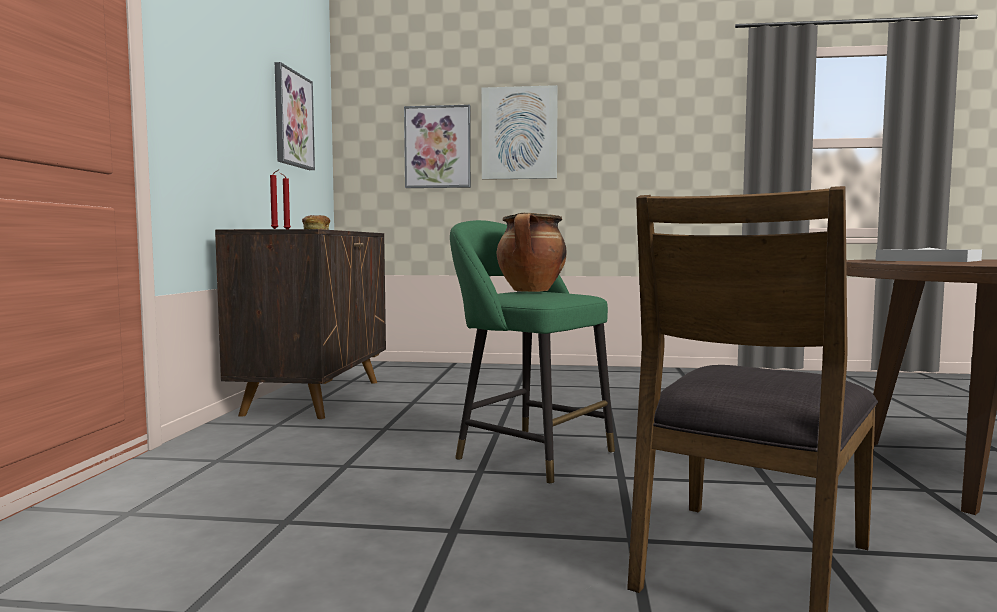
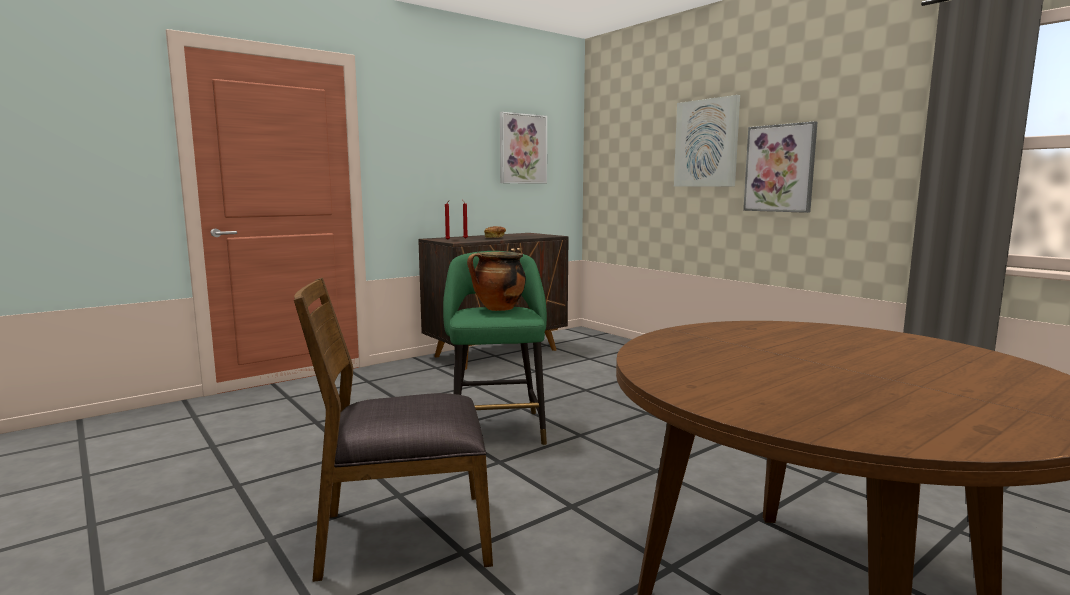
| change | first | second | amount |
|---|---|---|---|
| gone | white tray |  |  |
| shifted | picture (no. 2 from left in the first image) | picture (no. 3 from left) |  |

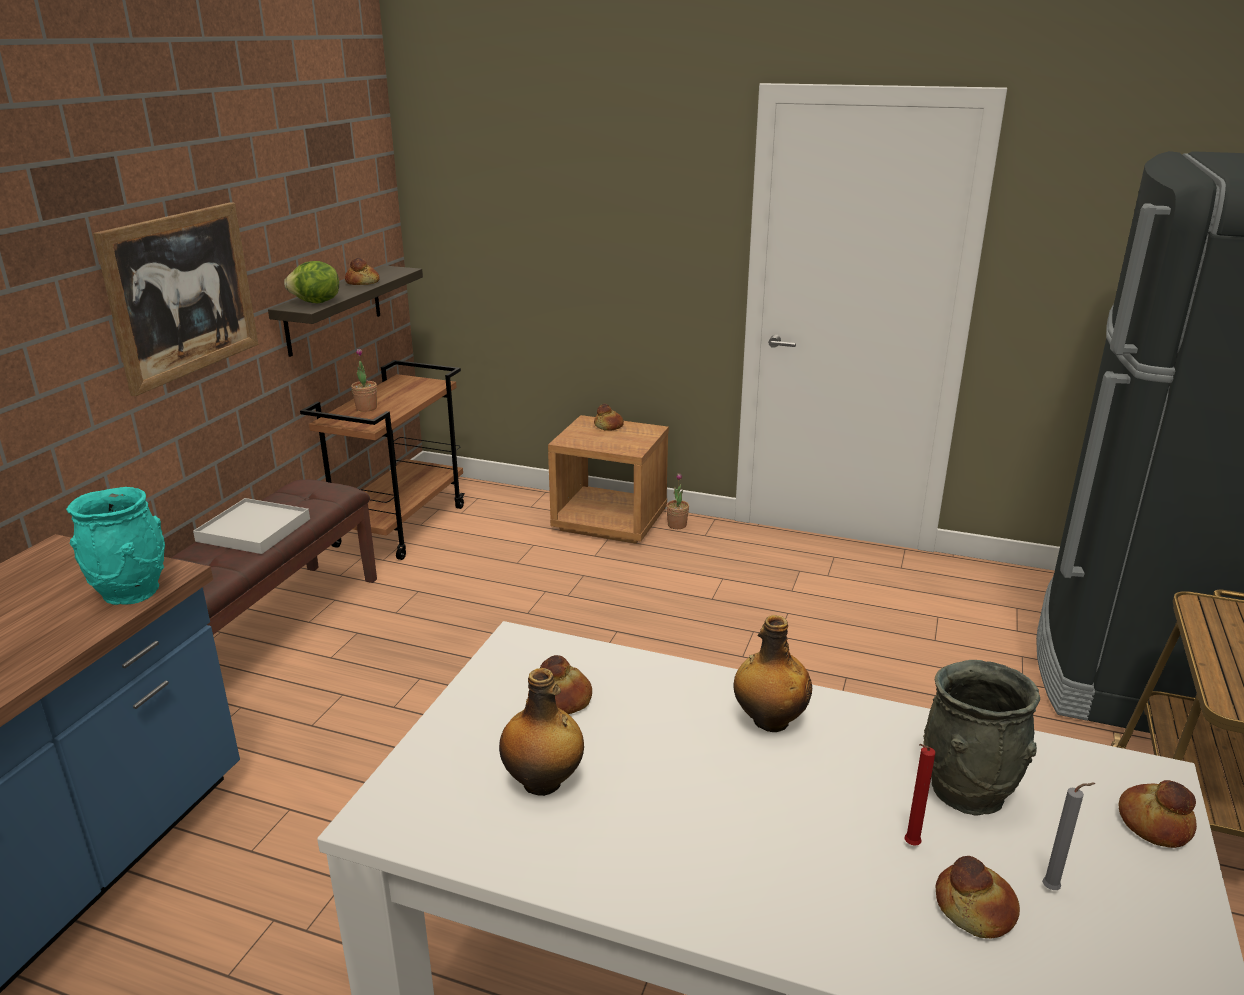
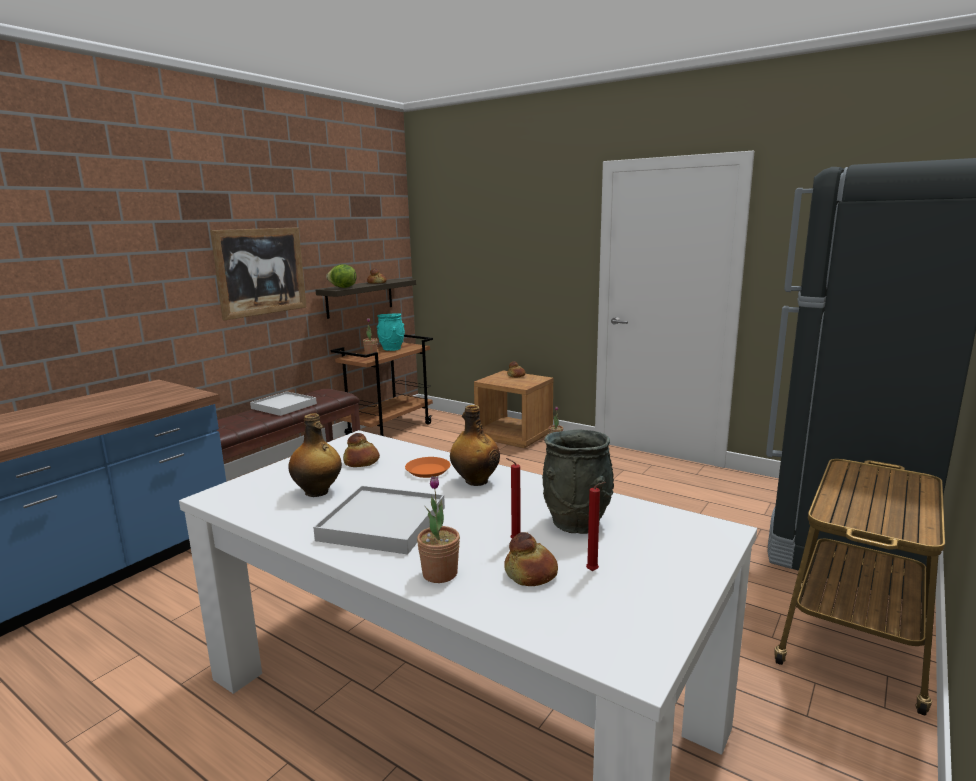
| change | first | second | amount |
|---|---|---|---|
| gone | bread (no. 5 from left) |  |  |
| new |  | white tray (no. 2 from left) |  |
| new |  | orange plate |  |
| new |  | potted plant (no. 2 from left) |  |
| shifted | turquoise vase |  |  |
| repainted | grey candle | red candle (no. 2 from left) |  |

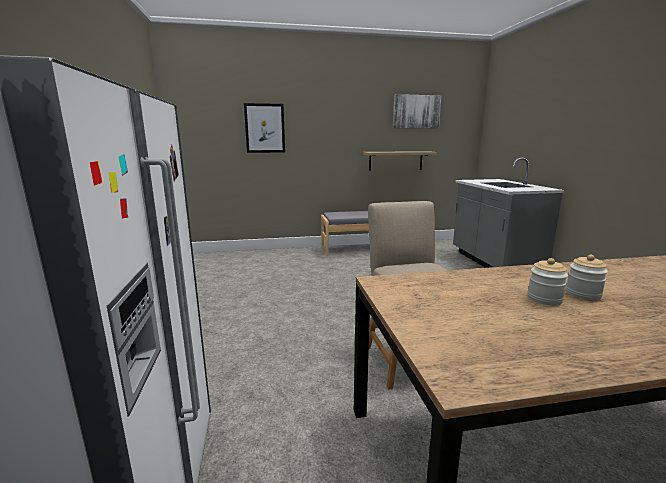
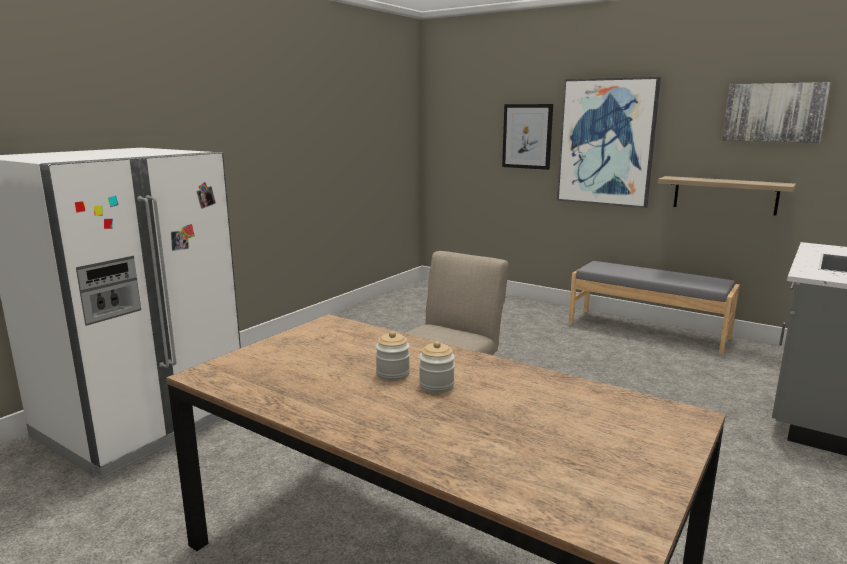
| change | first | second | amount |
|---|---|---|---|
| new |  | picture (no. 2 from left) |  |

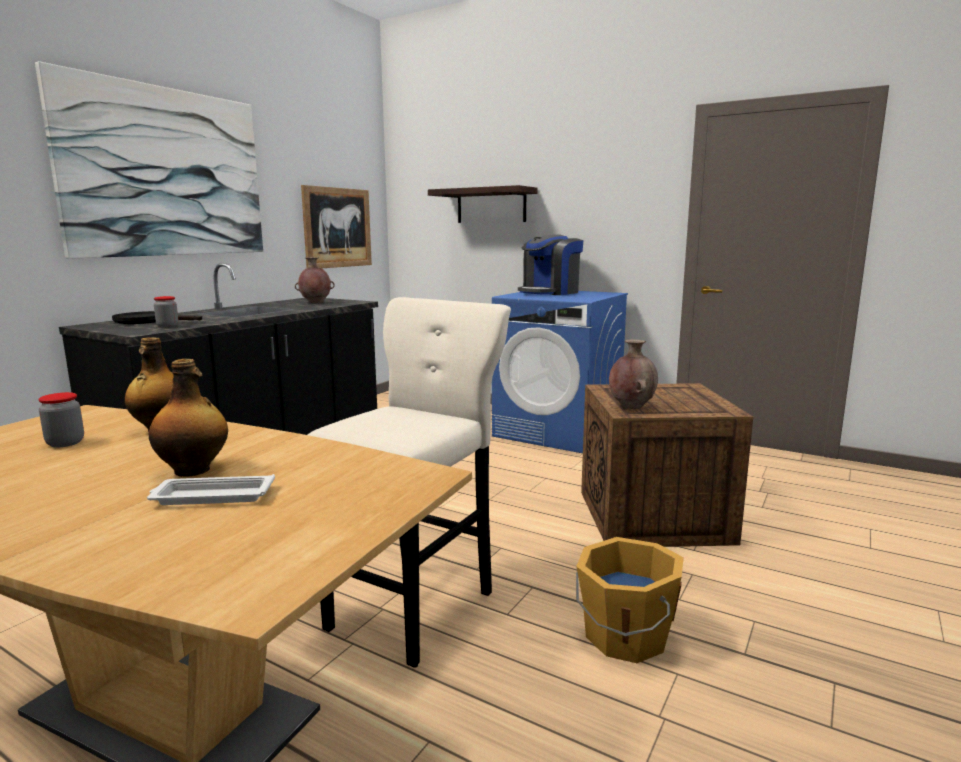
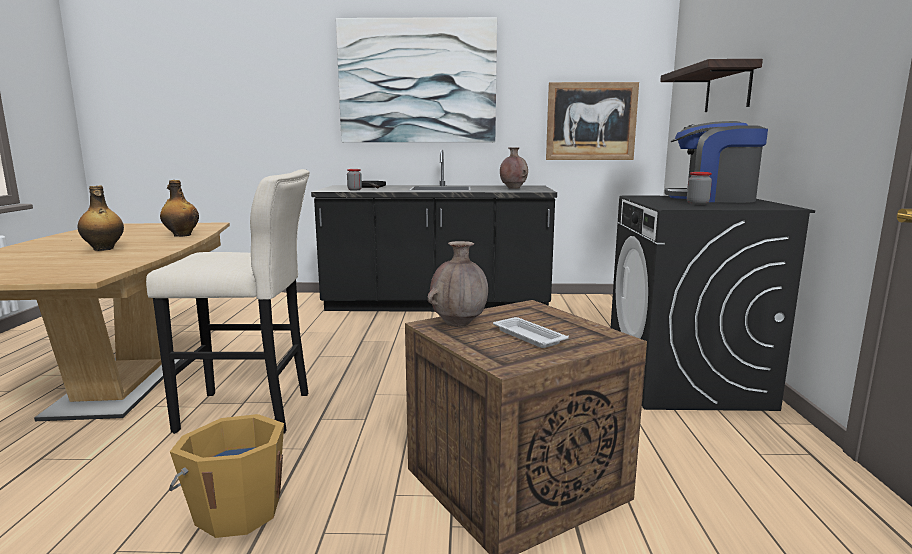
| change | first | second | amount |
|---|---|---|---|
| shifted | jar (no. 1 from left in the first image) | jar (no. 2 from left) |  |
| shifted | white tray |  |  |
| repainted | blue washing machine | black washing machine |  |

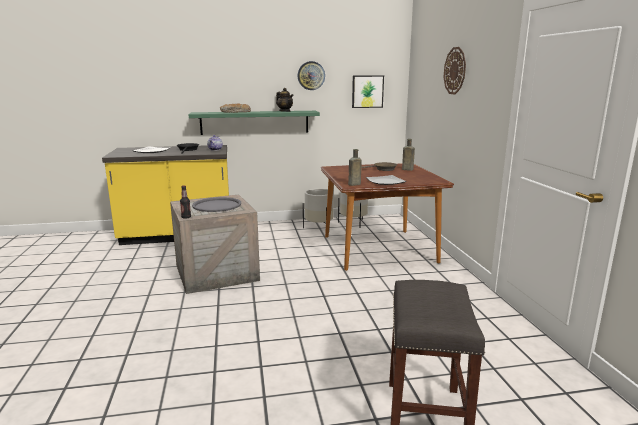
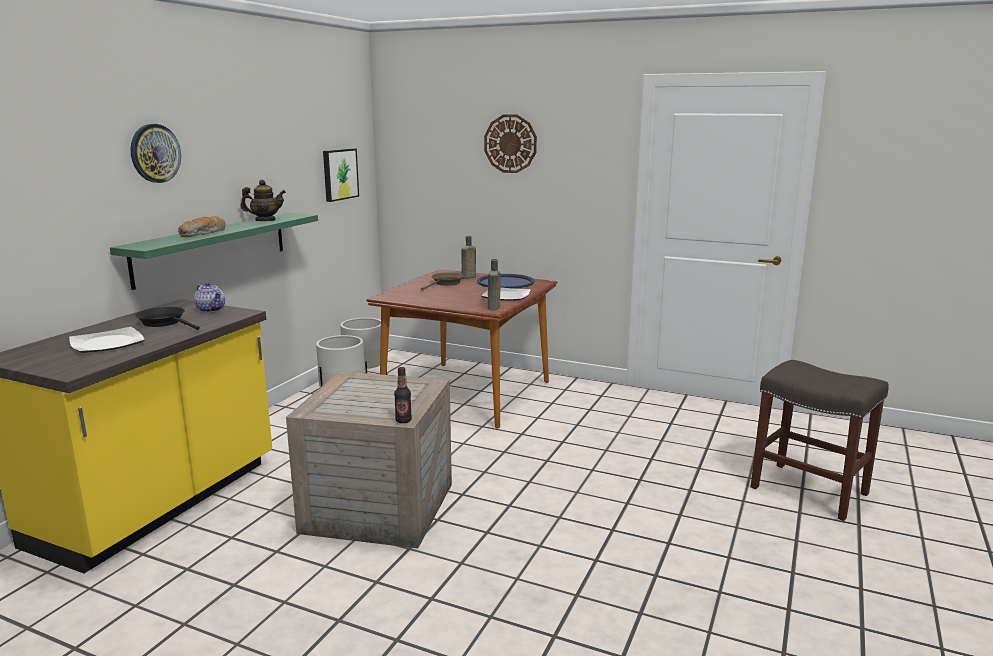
| change | first | second | amount |
|---|---|---|---|
| gone | grey tray |  |  |
| new |  | blue tray |  |
| shifted | wall clock (no. 1 from left) |  |  |

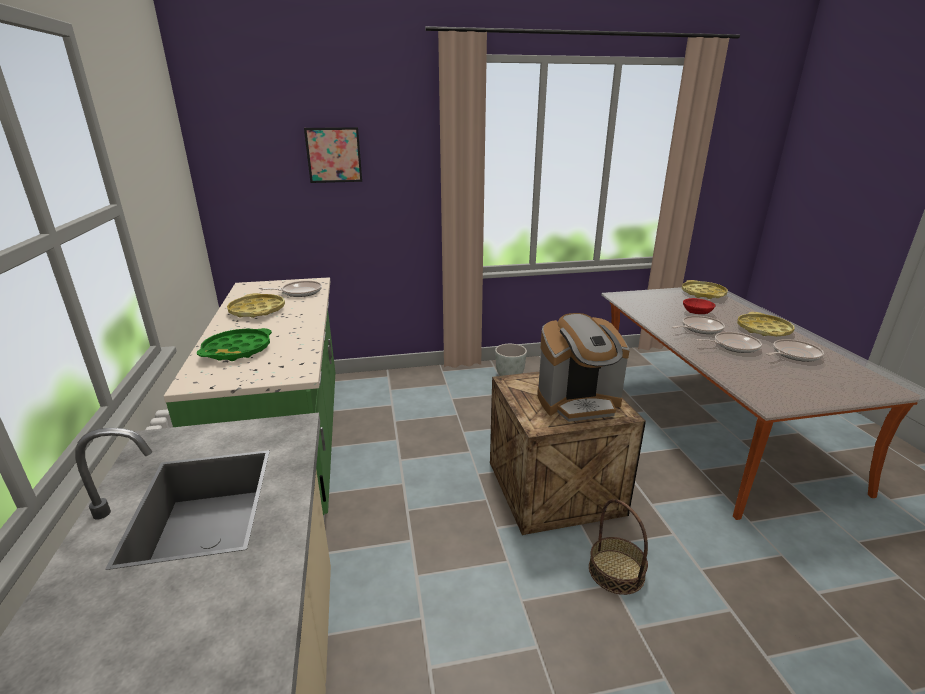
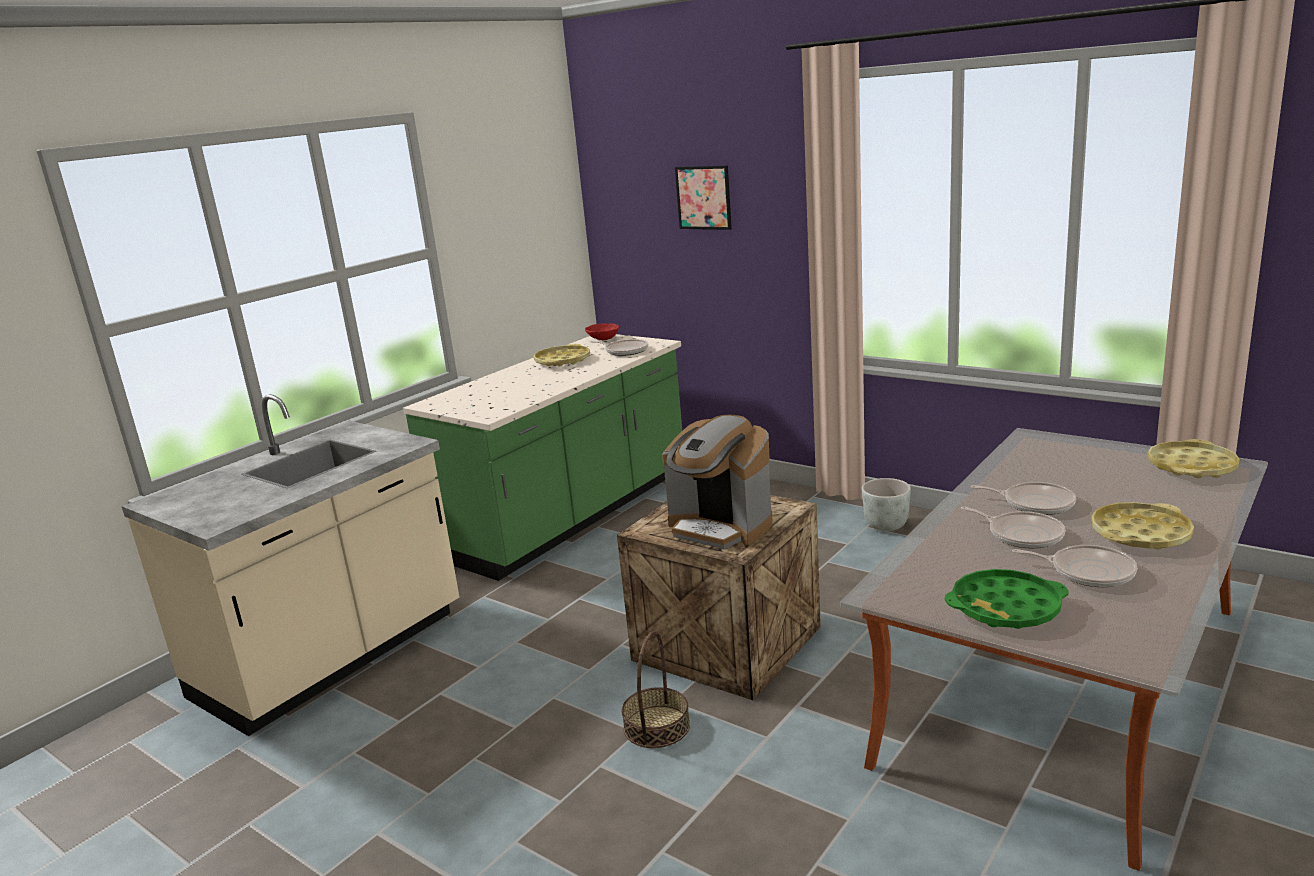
| change | first | second | amount |
|---|---|---|---|
| shifted | green tray |  |  |
| shifted | red bowl |  |  |

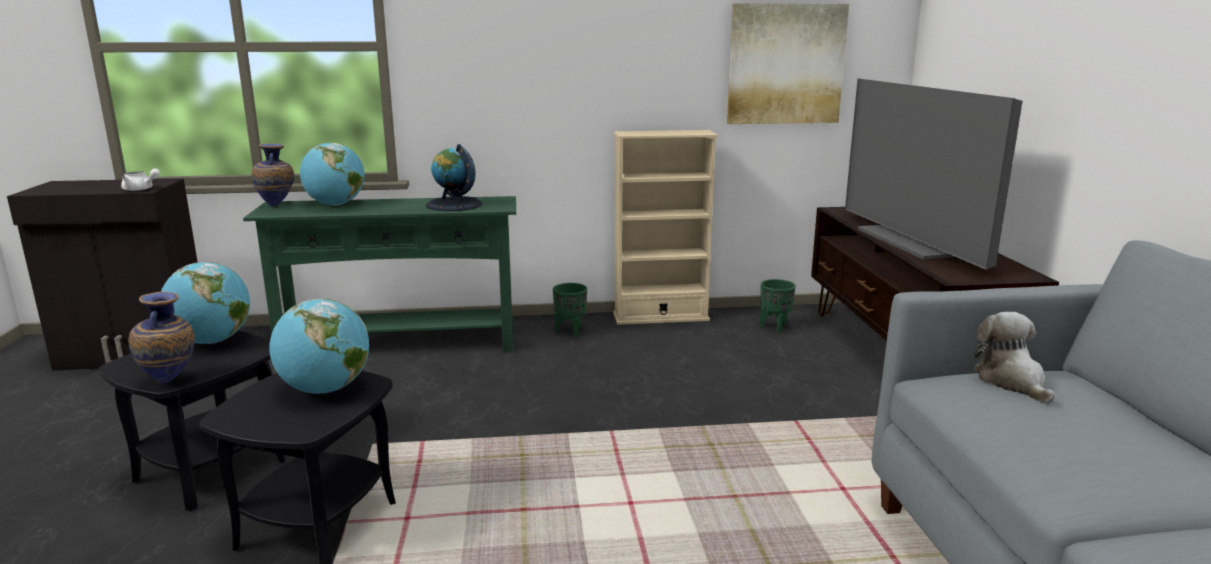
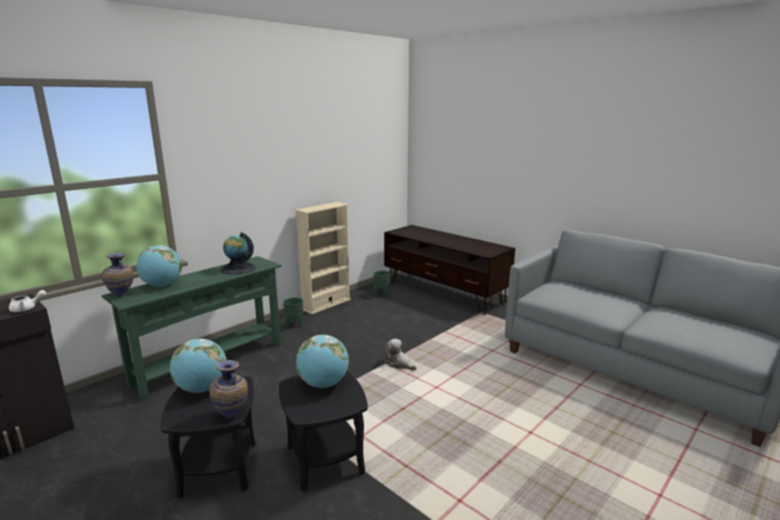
| change | first | second | amount |
|---|---|---|---|
| gone | picture |  |  |
| gone | television |  |  |
| shifted | plush toy |  |  |

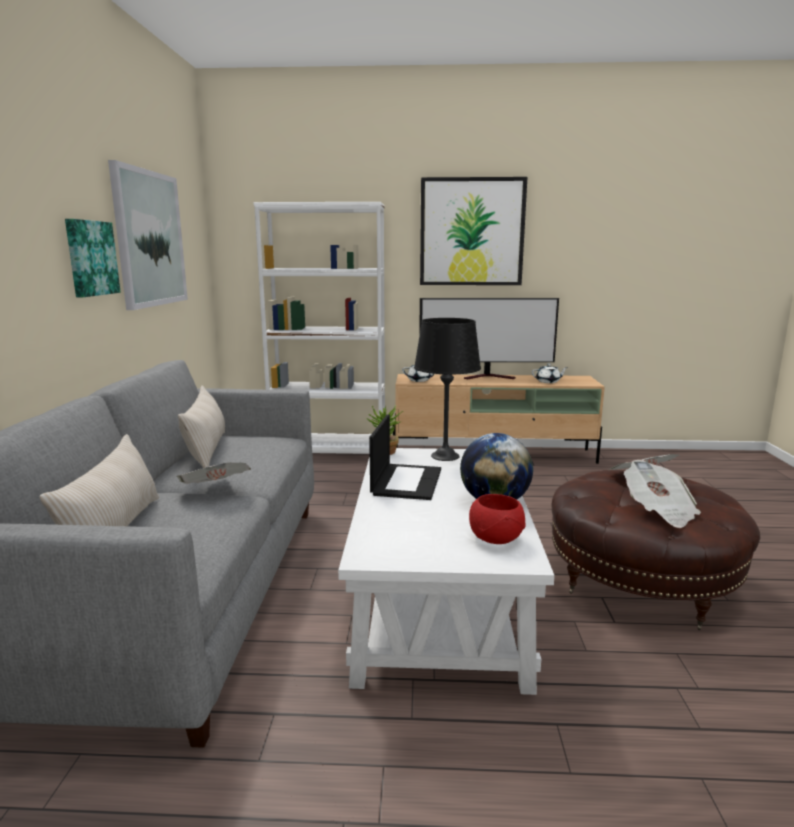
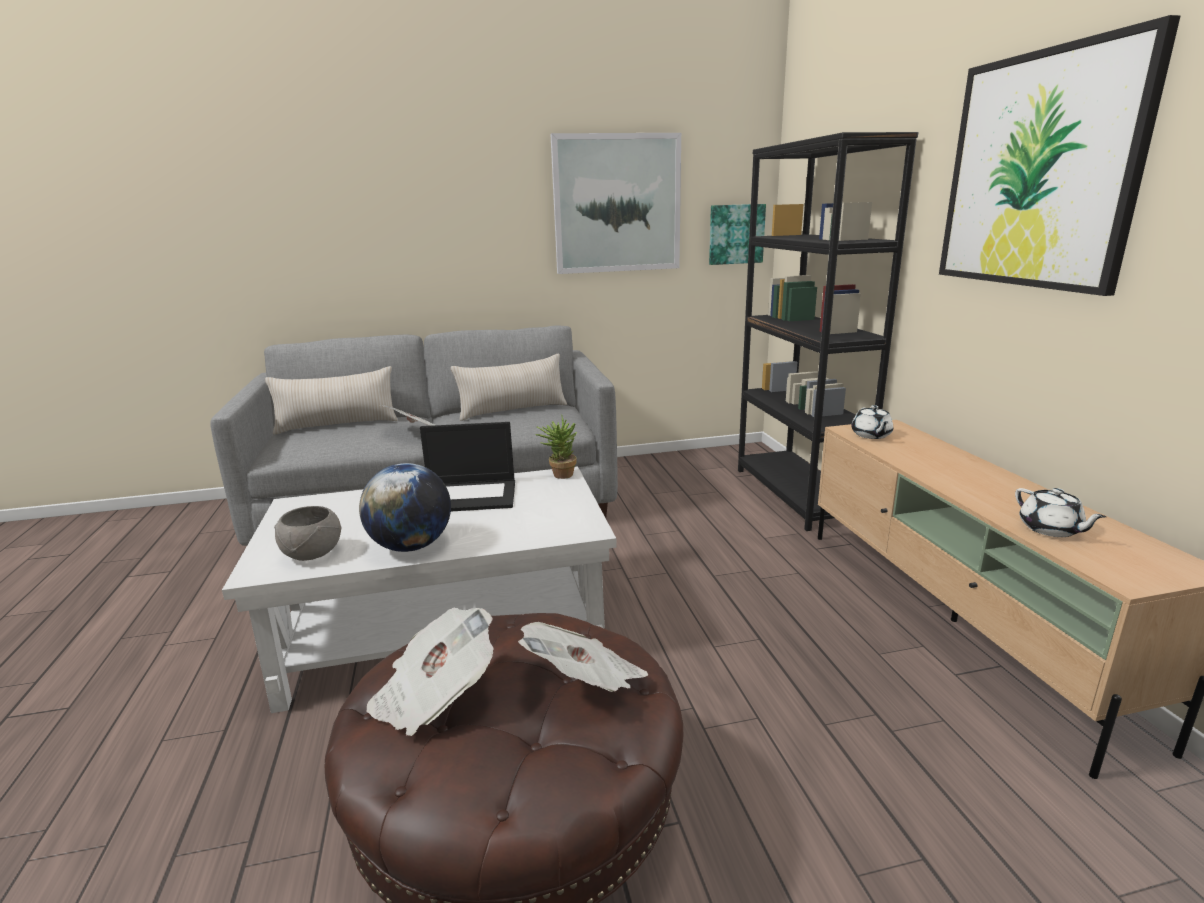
| change | first | second | amount |
|---|---|---|---|
| gone | black table lamp |  |  |
| gone | television |  |  |
| shifted | picture (no. 1 from left in the first image) | picture (no. 2 from left) |  |
| repainted | white bookcase | black bookcase |  |
| repainted | red bowl | grey bowl |  |

